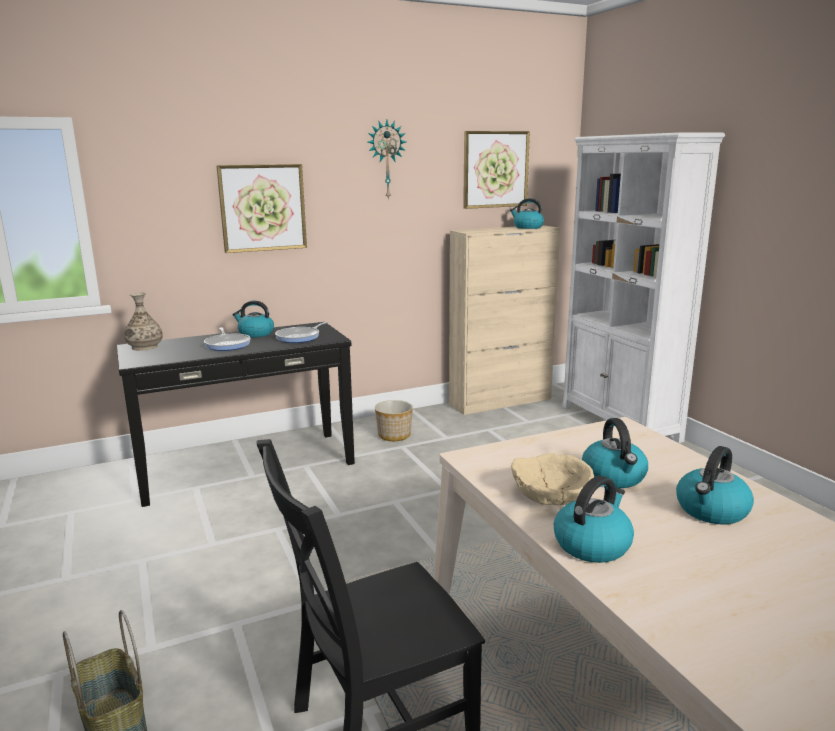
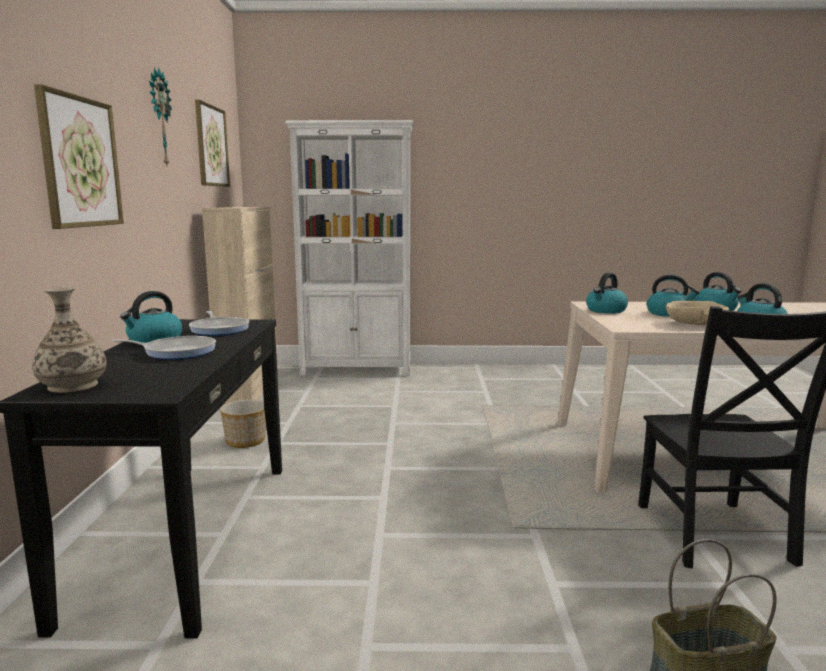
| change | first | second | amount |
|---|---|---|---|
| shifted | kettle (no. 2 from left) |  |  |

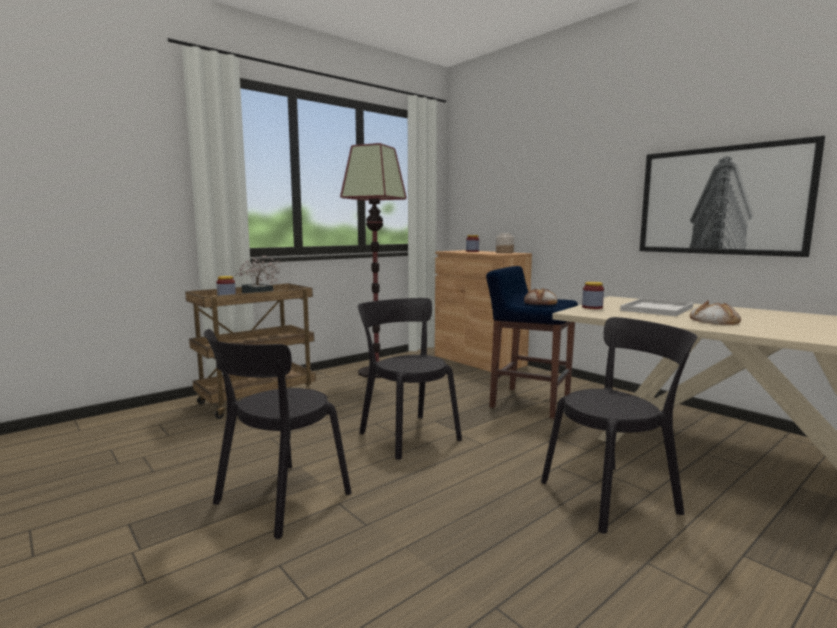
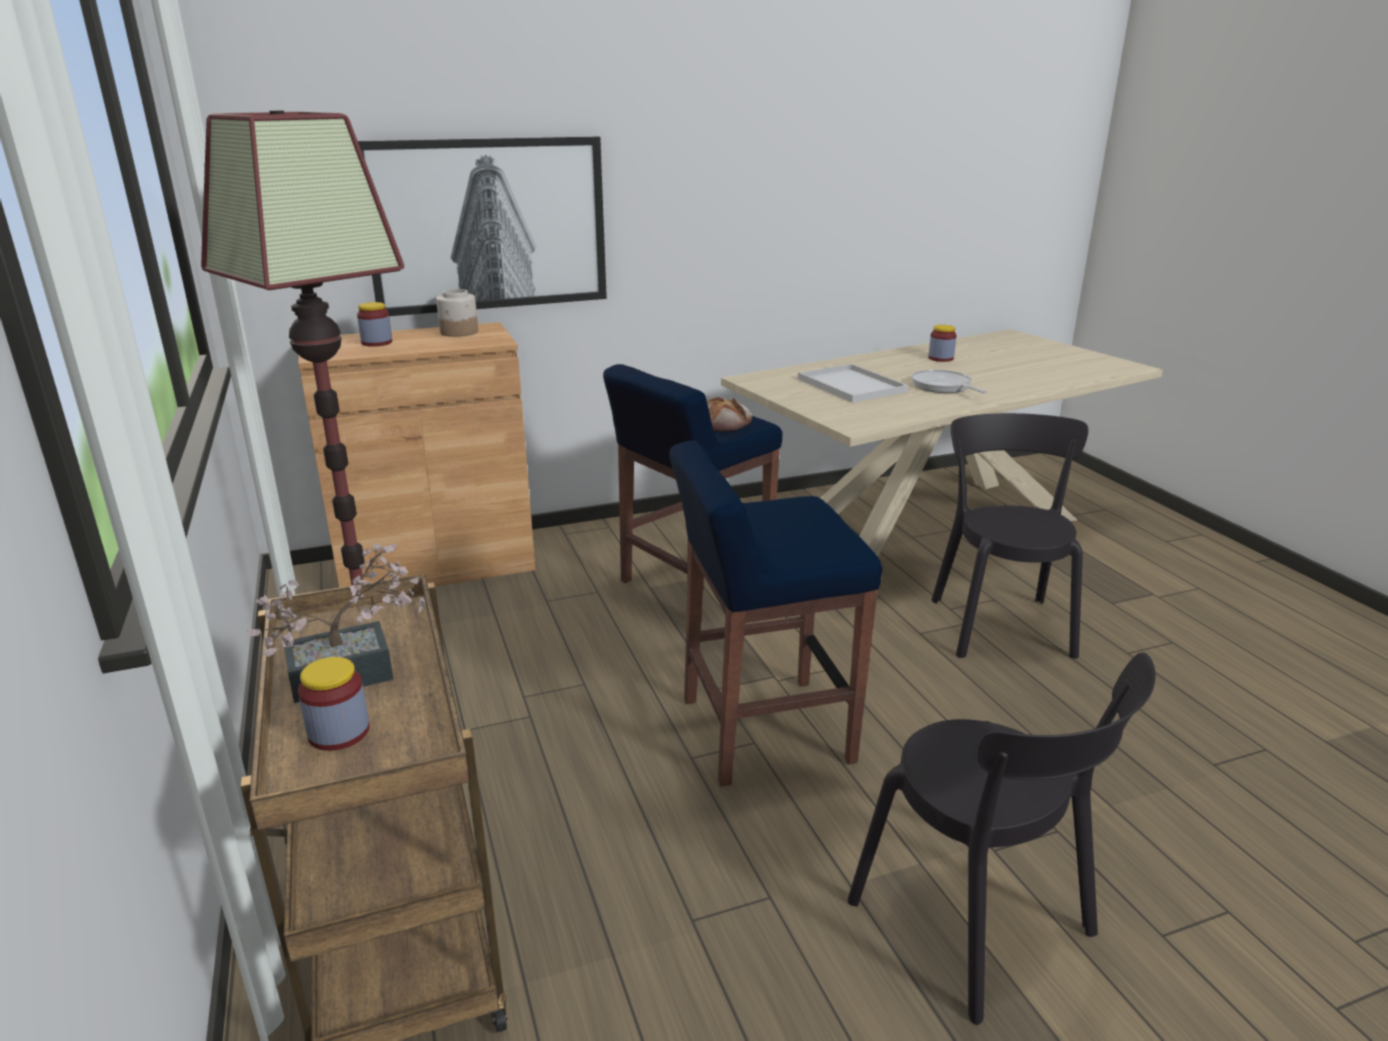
| change | first | second | amount |
|---|---|---|---|
| shifted | jar (no. 4 from left) |  |  |
| shifted | picture |  |  |
| swapped | black chair (no. 2 from left) | blue stool (no. 2 from left) |  |
| swapped | bread (no. 2 from left) | frying pan |  |

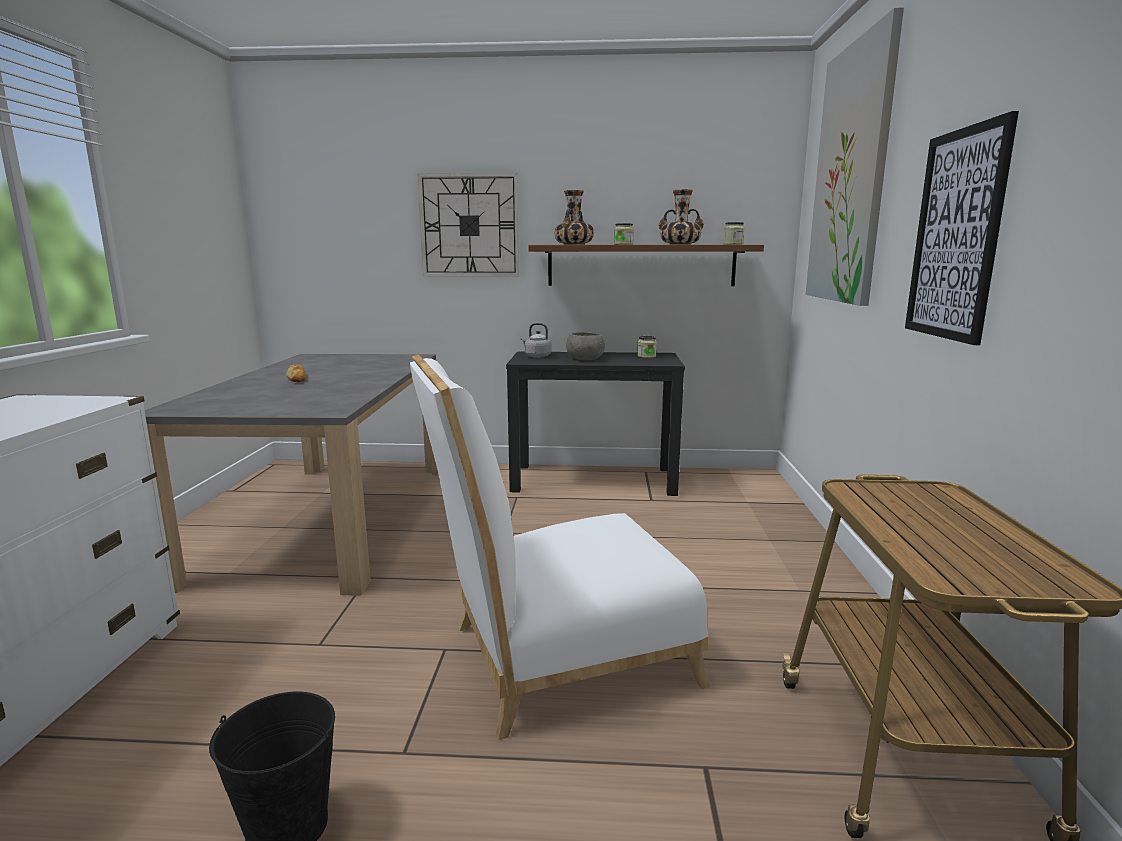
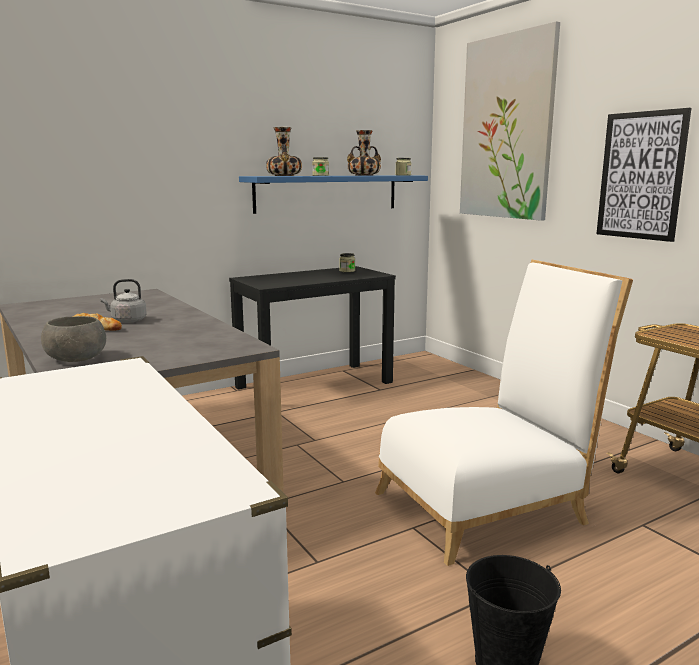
| change | first | second | amount |
|---|---|---|---|
| gone | wall clock |  |  |
| shifted | grey kettle |  |  |
| shifted | grey bowl |  |  |
| repainted | brown shelf | blue shelf |  |
| rotated | white chair |  | 150 degrees counterclockwise |

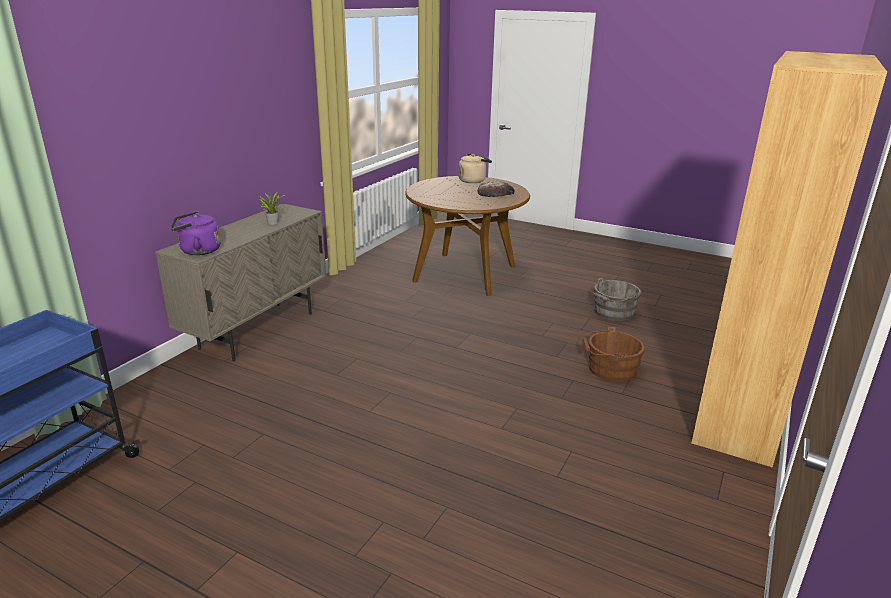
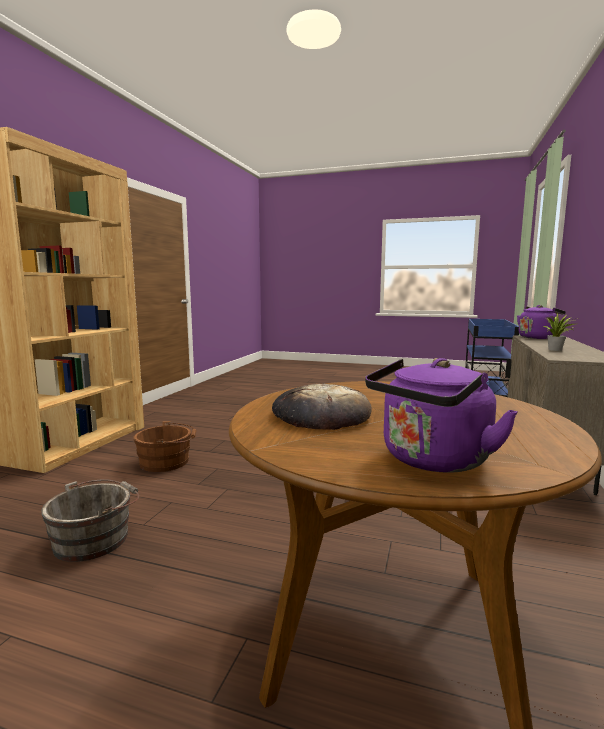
| change | first | second | amount |
|---|---|---|---|
| repainted | beige kettle | purple kettle (no. 1 from left) |  |

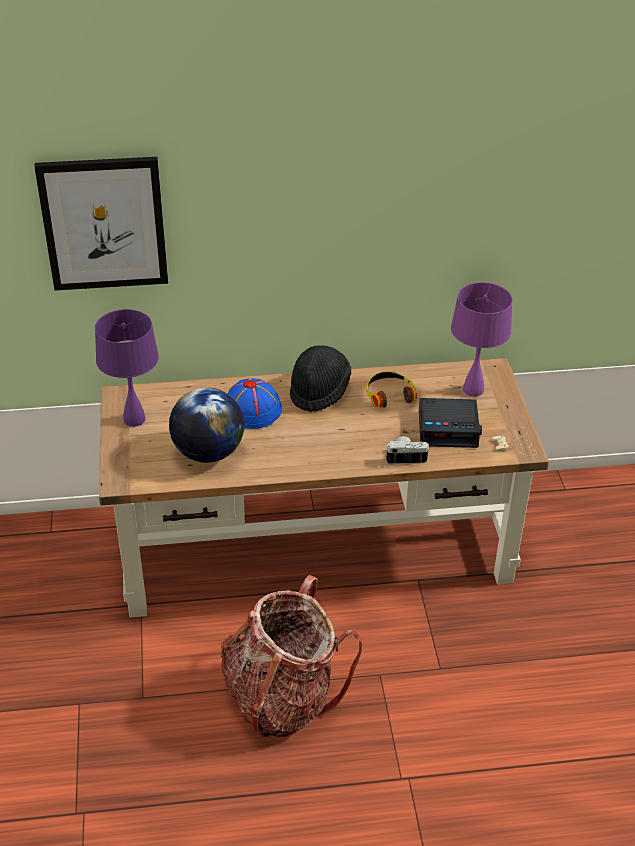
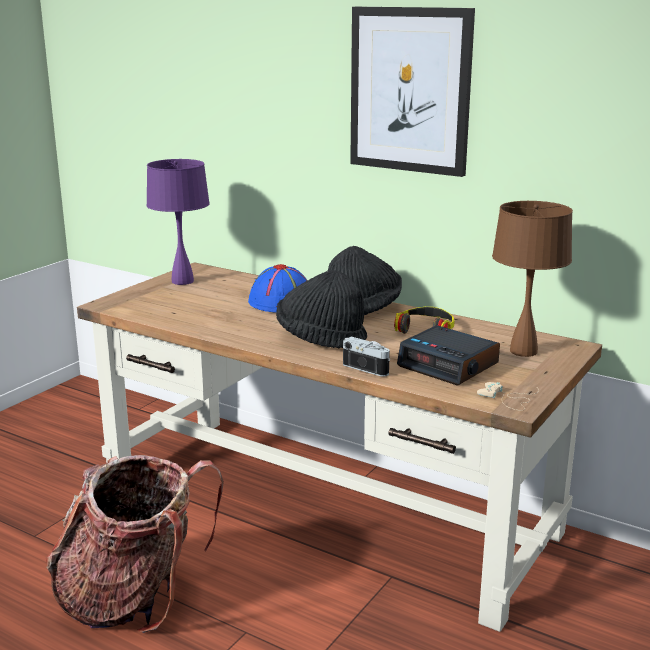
| change | first | second | amount |
|---|---|---|---|
| gone | globe |  |  |
| new |  | black hat (no. 1 from left) |  |
| shifted | picture |  |  |
| repainted | purple table lamp (no. 2 from left) | brown table lamp |  |

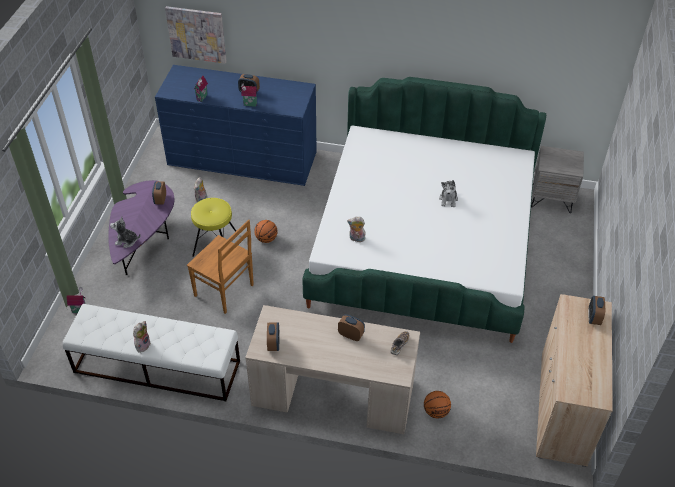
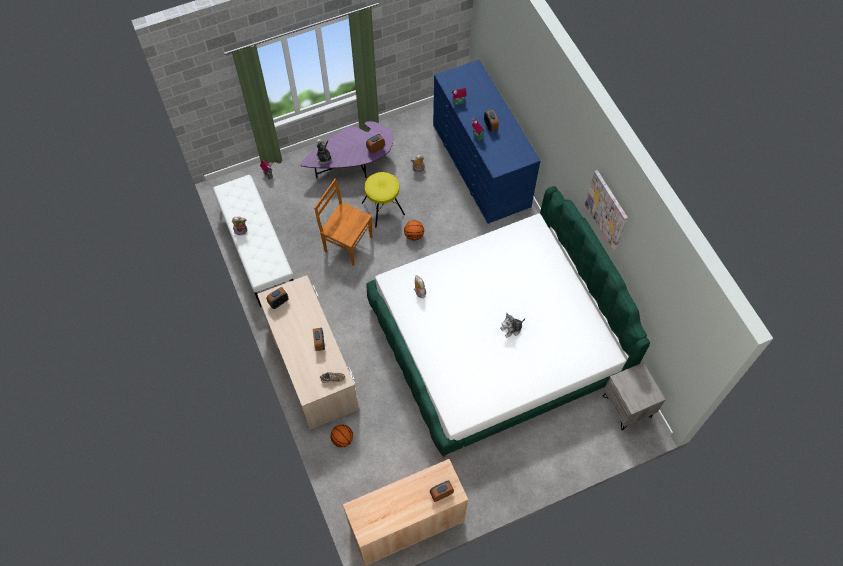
| change | first | second | amount |
|---|---|---|---|
| shifted | picture |  |  |
| rotated | brown chair |  | 120 degrees clockwise |

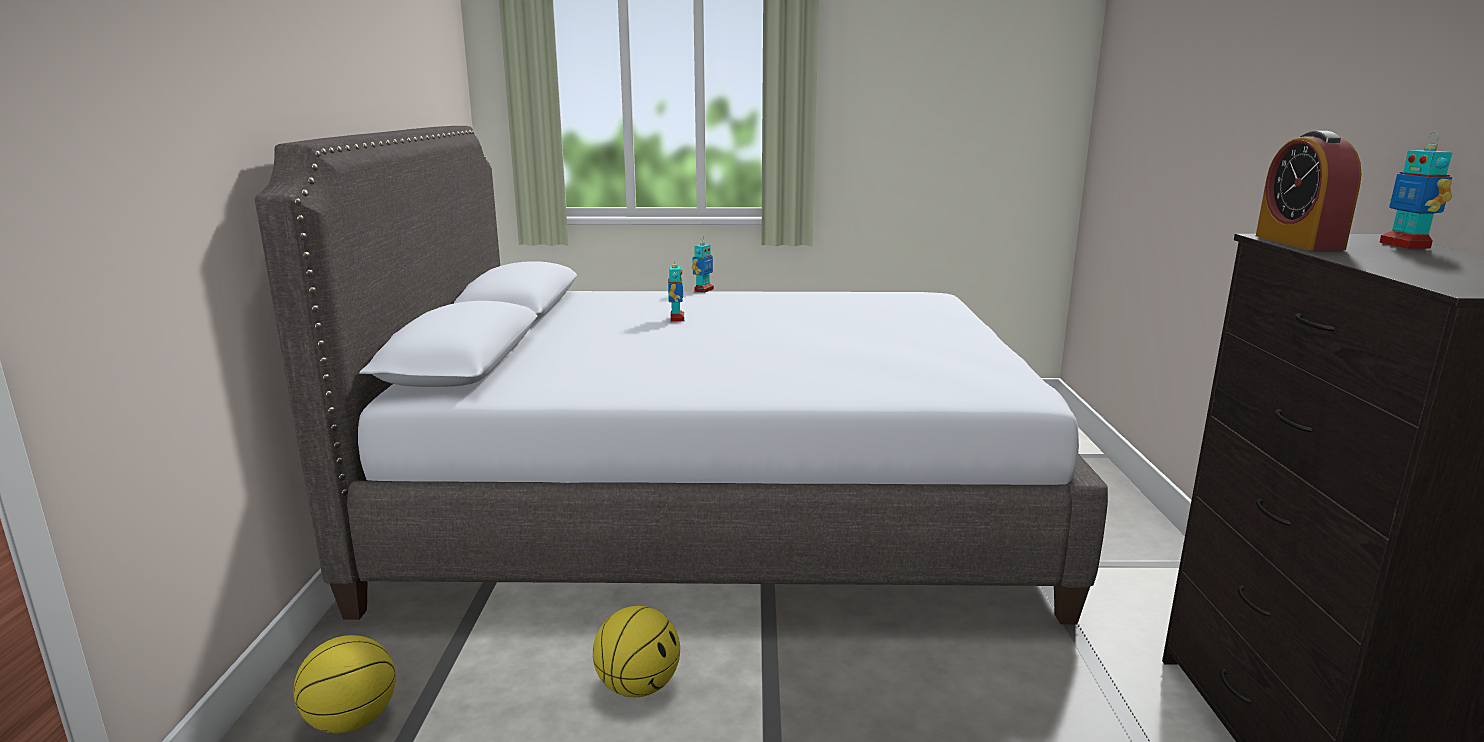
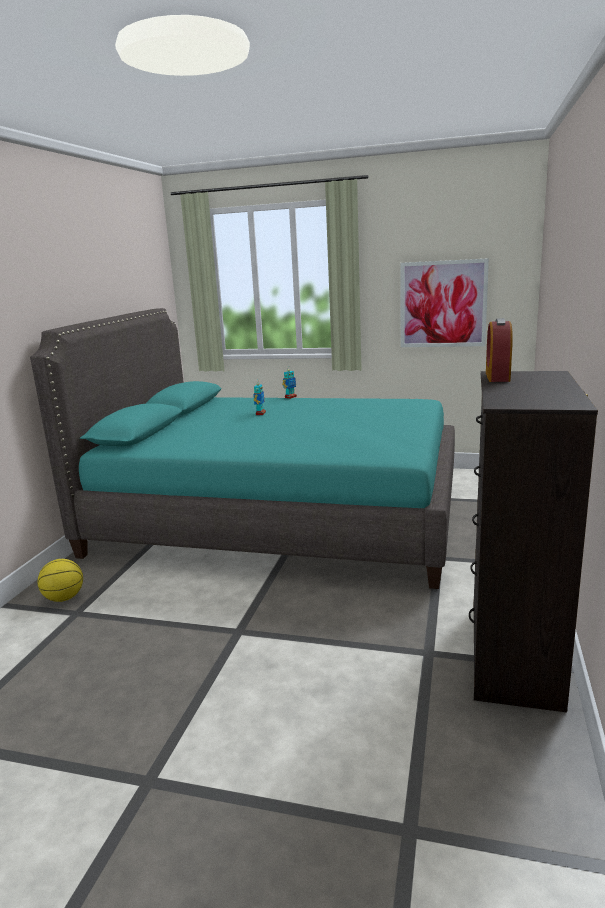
| change | first | second | amount |
|---|---|---|---|
| gone | basketball (no. 2 from left) |  |  |
| gone | toy robot (no. 3 from left) |  |  |
| new |  | picture |  |
| repainted | grey bed | turquoise bed |  |

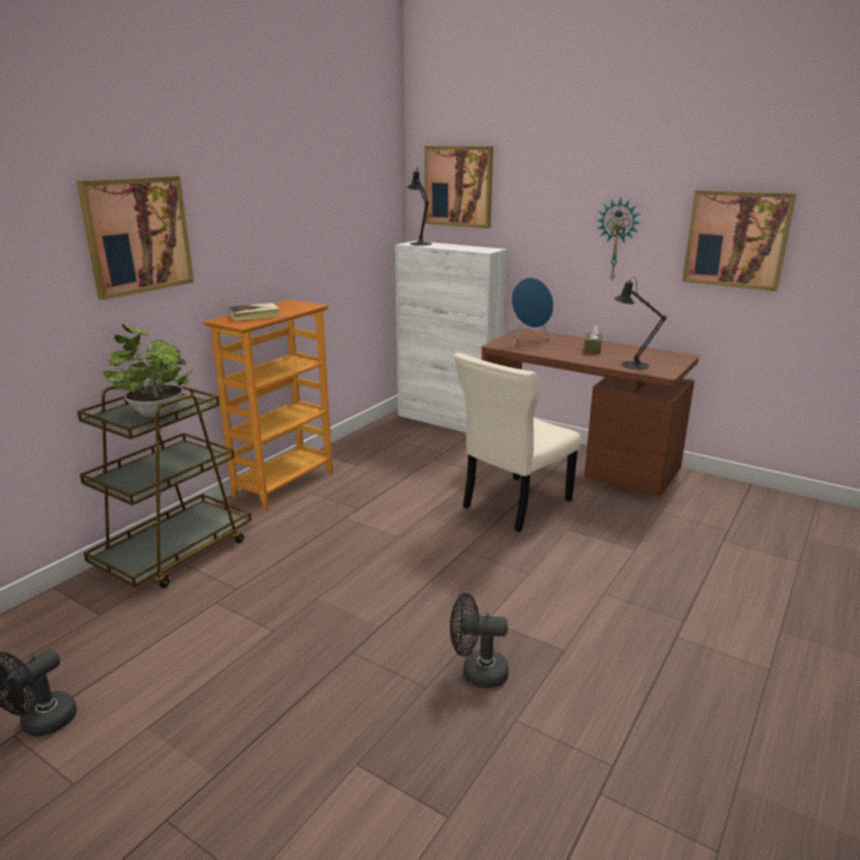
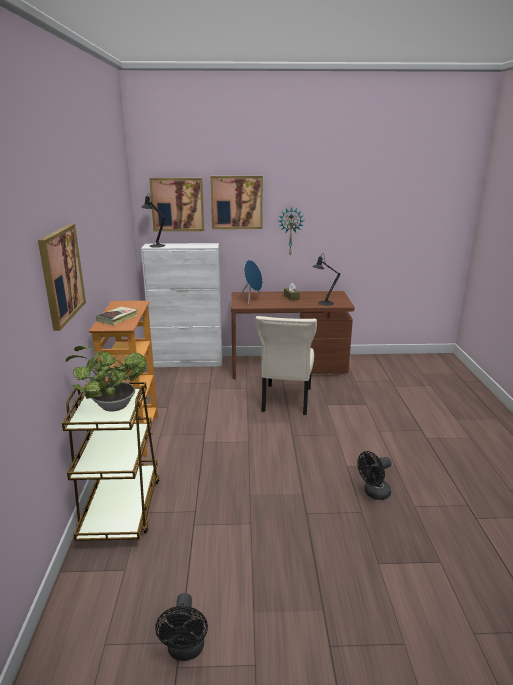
| change | first | second | amount |
|---|---|---|---|
| shifted | picture (no. 3 from left) |  |  |

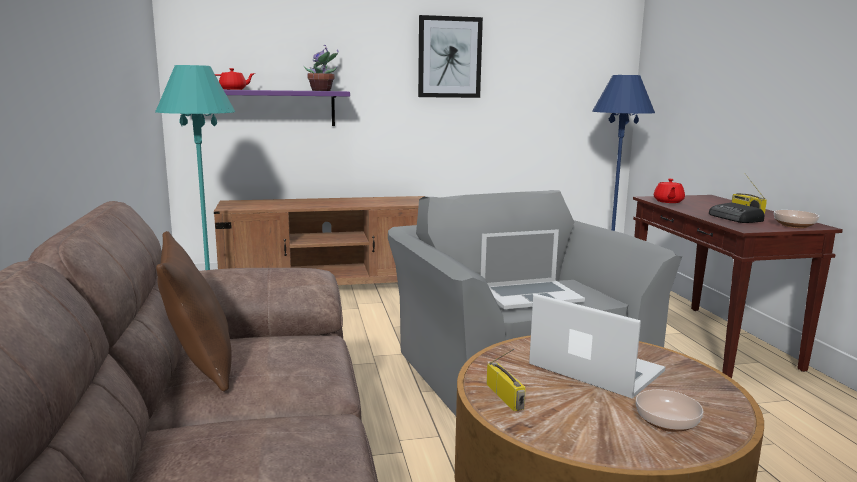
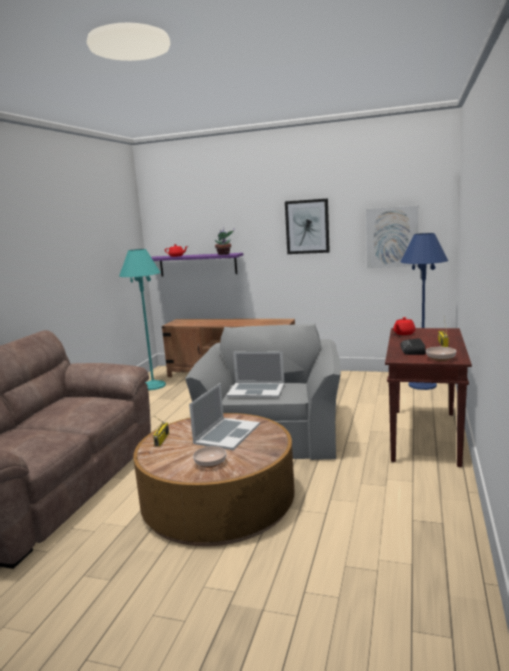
| change | first | second | amount |
|---|---|---|---|
| gone | brown pillow |  |  |
| new |  | picture (no. 2 from left) |  |
| rotated | laptop (no. 2 from left in the first image) | laptop (no. 1 from left) | 45 degrees clockwise |

